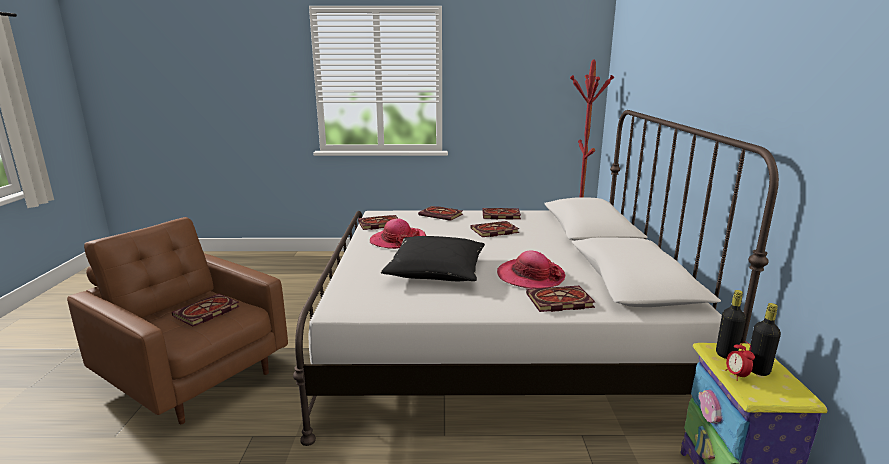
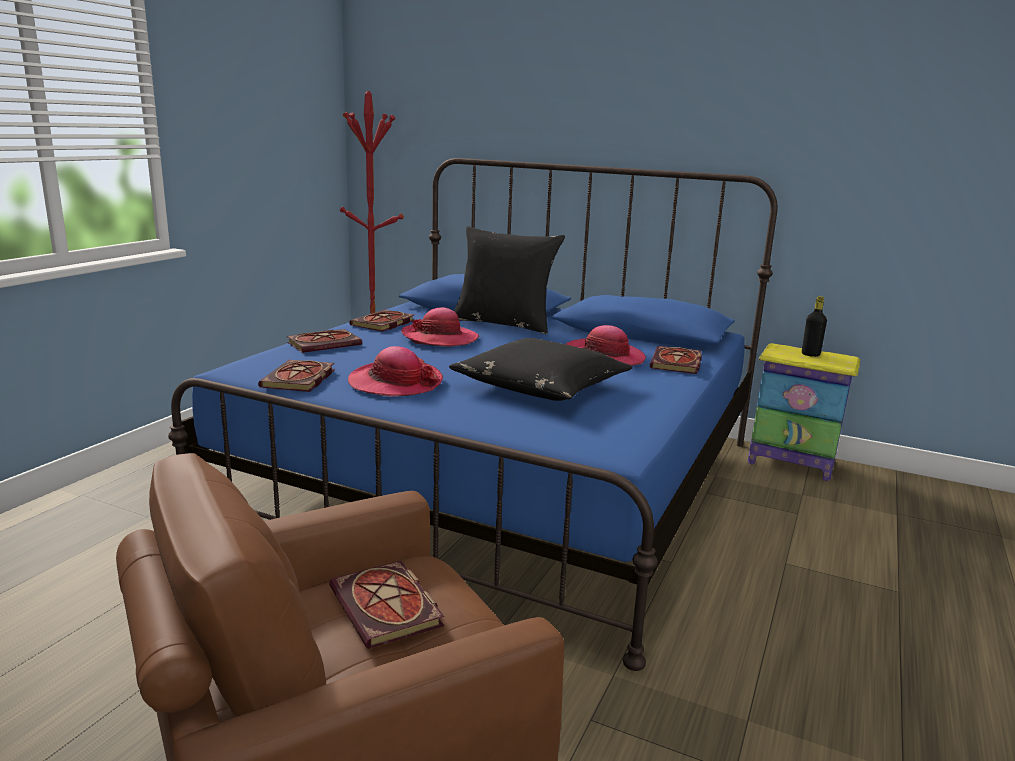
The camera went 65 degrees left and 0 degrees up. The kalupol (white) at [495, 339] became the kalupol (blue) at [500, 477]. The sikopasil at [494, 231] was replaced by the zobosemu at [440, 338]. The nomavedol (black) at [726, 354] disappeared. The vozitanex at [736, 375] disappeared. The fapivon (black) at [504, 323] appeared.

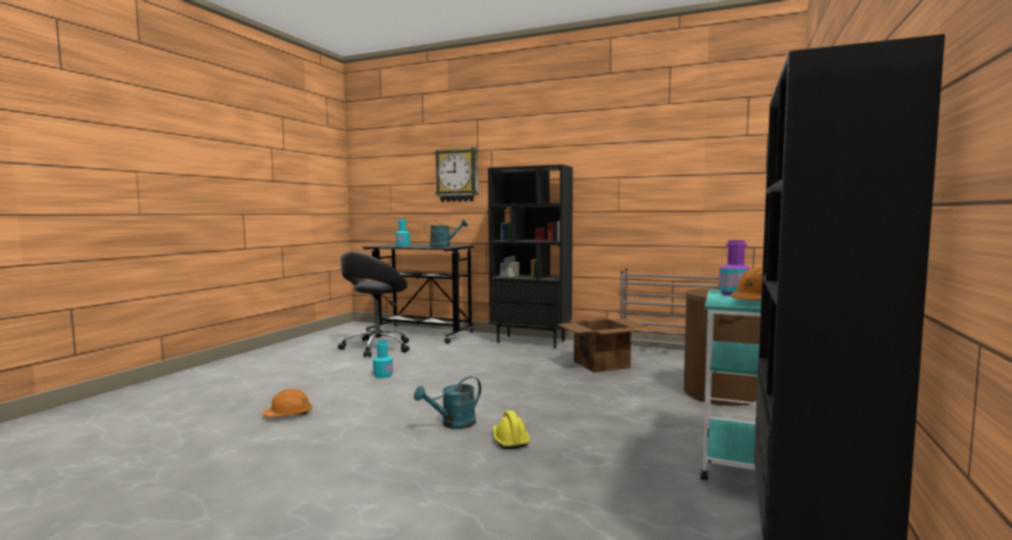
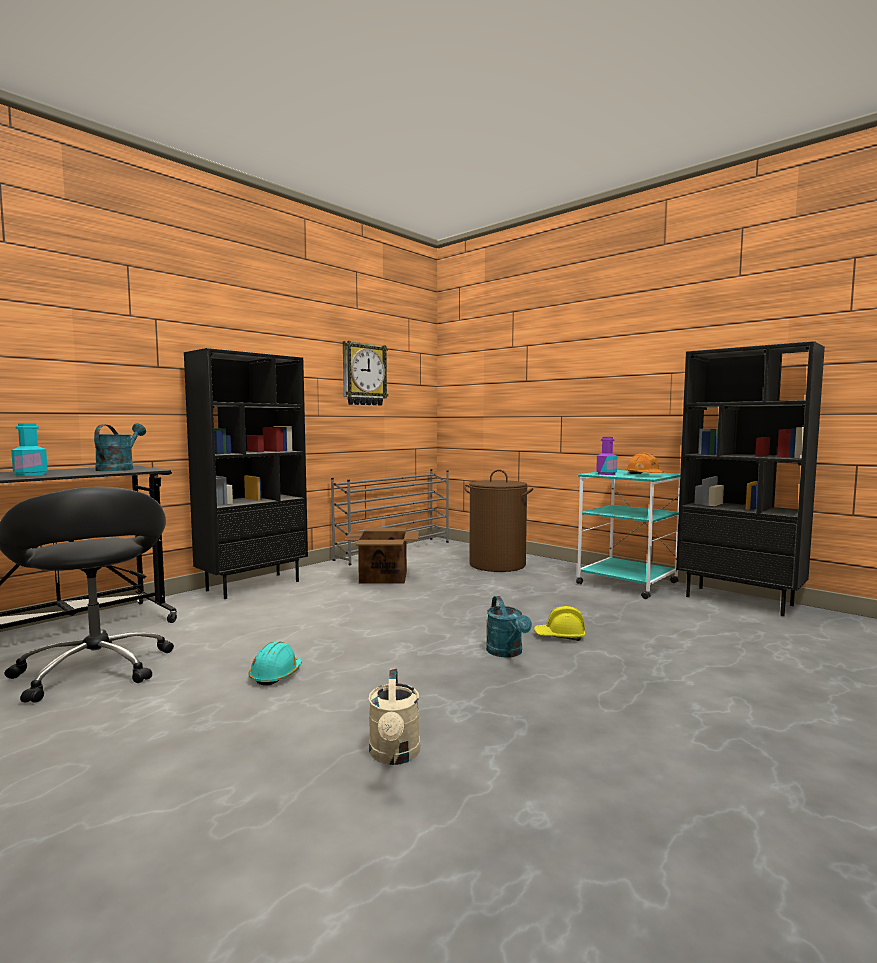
The camera went 70 degrees left and 0 degrees up. The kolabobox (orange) at [288, 414] was replaced by the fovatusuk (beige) at [395, 755]. The nomavedol (turquoise) at [383, 375] was replaced by the kolabobox (turquoise) at [276, 675]. The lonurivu moved from [457, 175] to [363, 374].

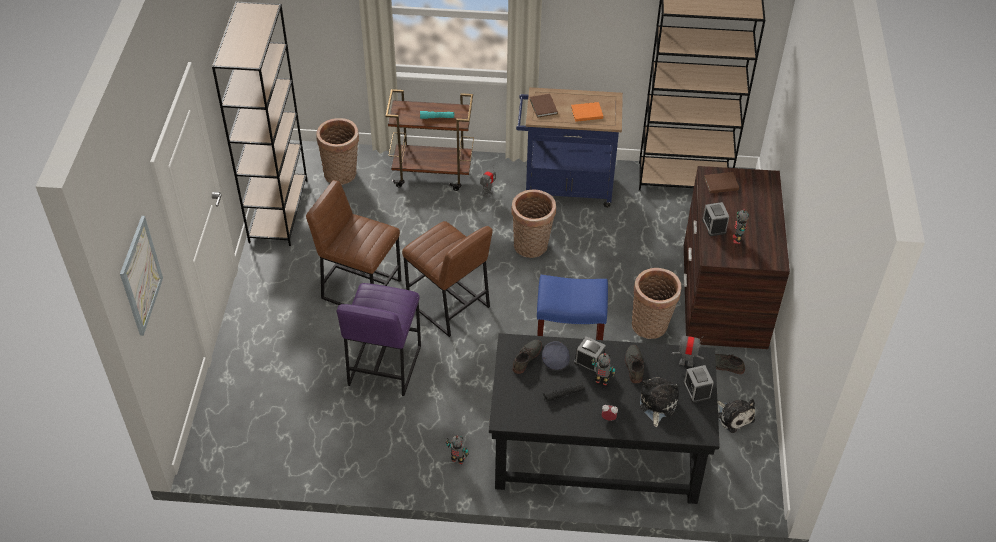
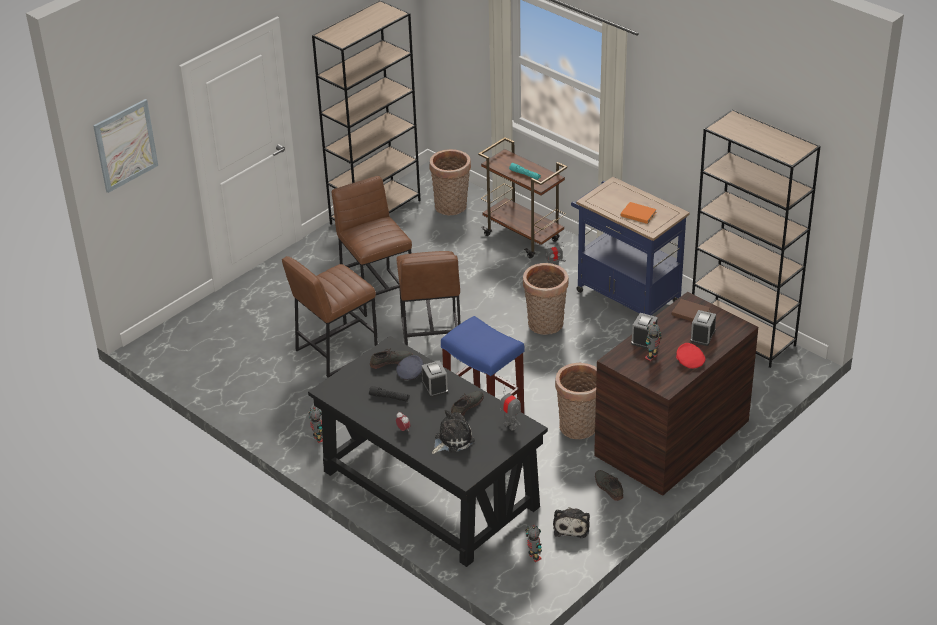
The camera went 40 degrees right and 10 degrees down. The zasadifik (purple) at [384, 366] became the zasadifik (brown) at [335, 351]. The sikopasil (brown) at [543, 107] disappeared. The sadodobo moved from [601, 382] to [534, 557]. The vozitanex moved from [696, 390] to [702, 336]. The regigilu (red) at [689, 361] appeared.

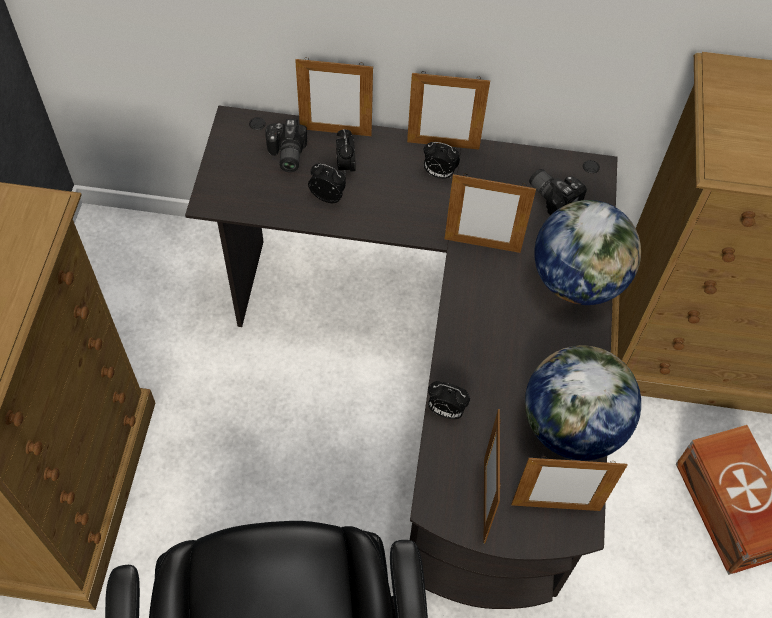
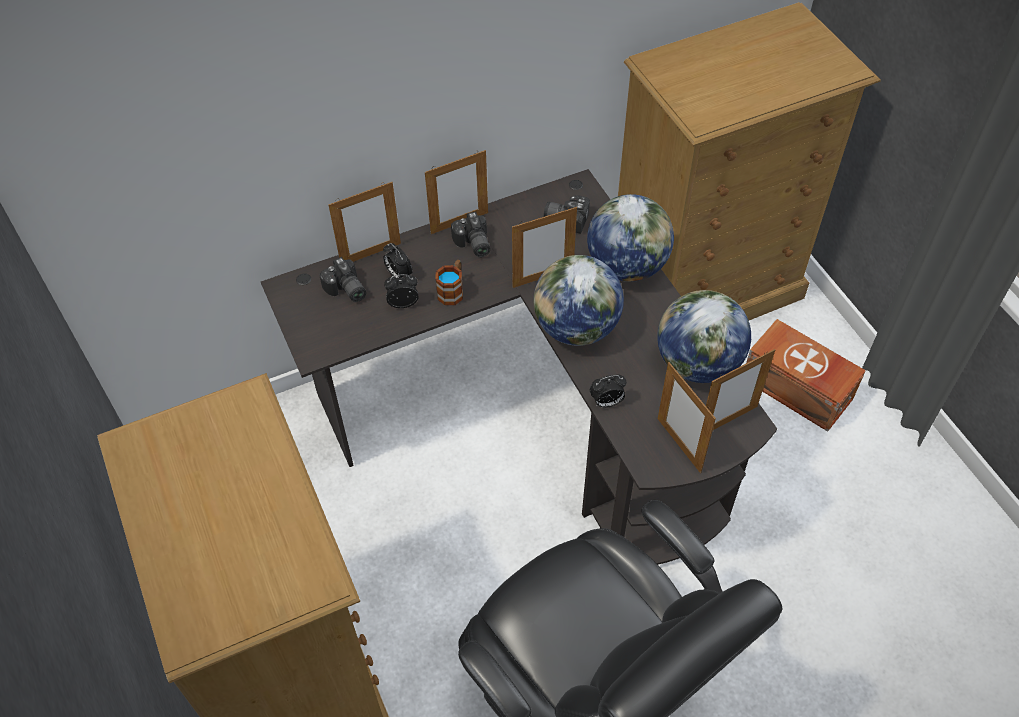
The camera went 30 degrees left and 5 degrees down. The vozitanex at [439, 174] was replaced by the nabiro at [472, 244]. The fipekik at [452, 290] appeared. The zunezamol at [576, 328] appeared.

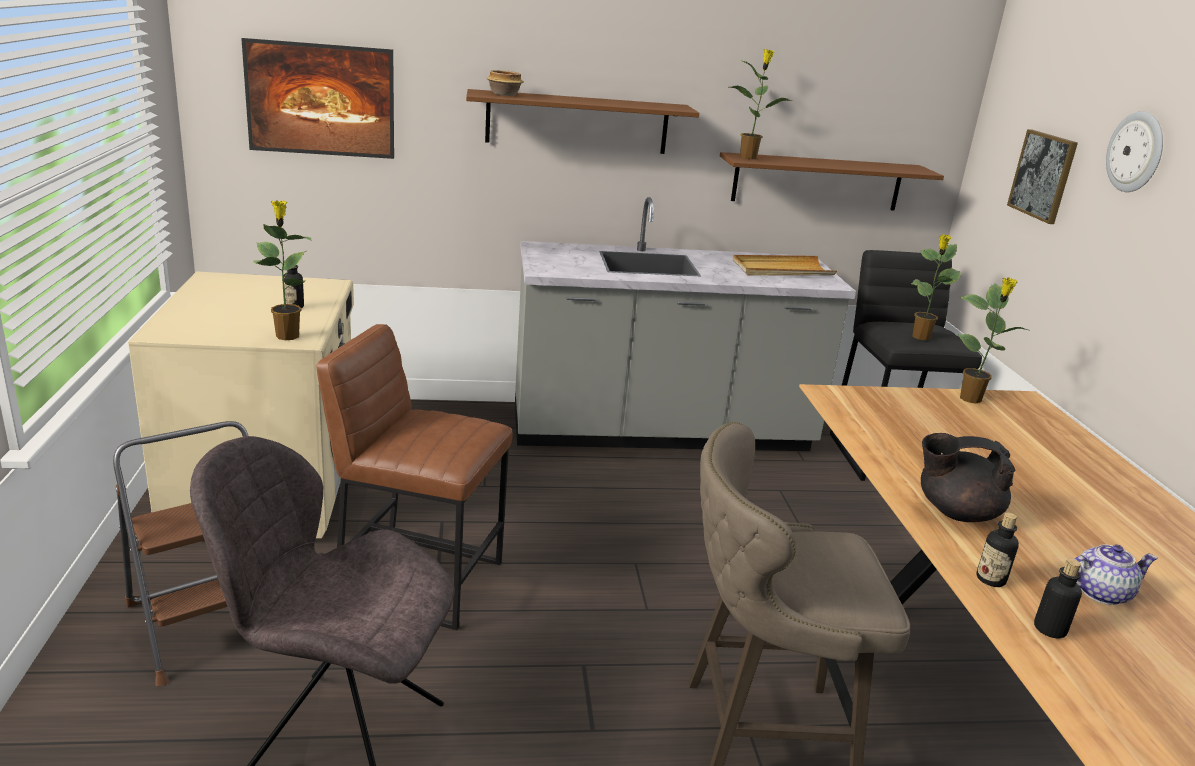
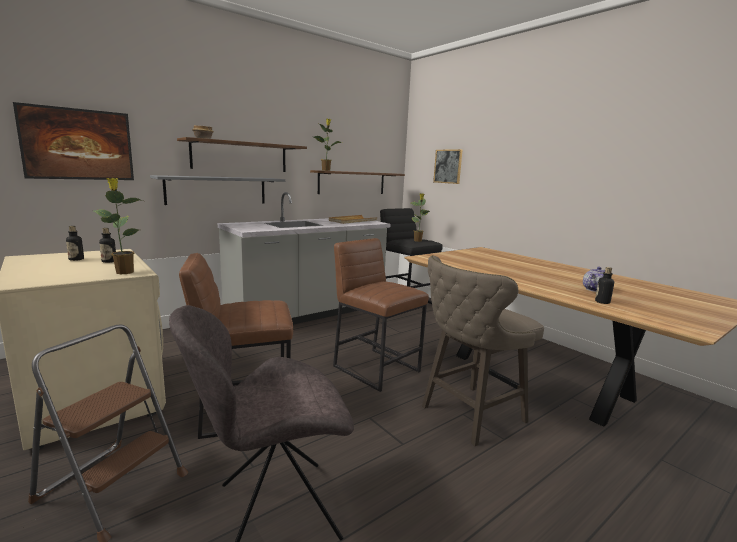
The camera went 30 degrees left and 10 degrees down. The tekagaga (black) at [955, 512] disappeared. The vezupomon at [971, 399] disappeared. The nomavedol moved from [990, 579] to [76, 259]. The lonurivu at [1136, 152] disappeared. The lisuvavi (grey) at [217, 190] appeared. The zasadifik (brown) at [375, 368] appeared.

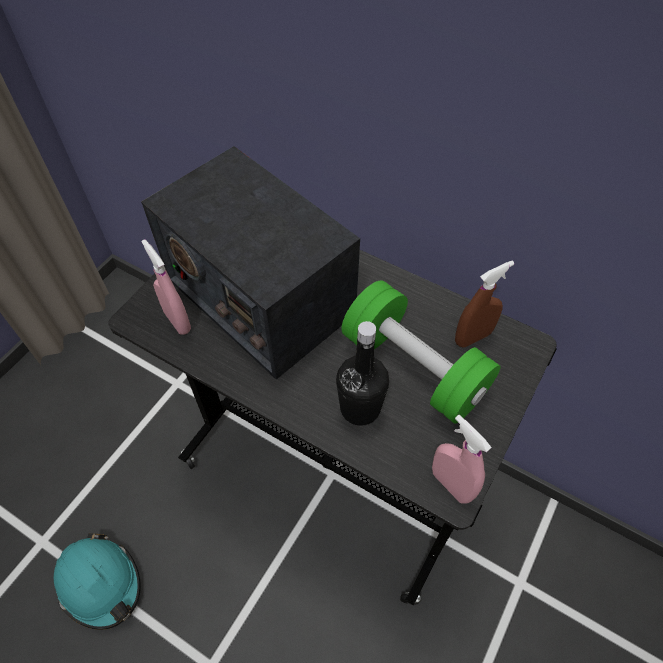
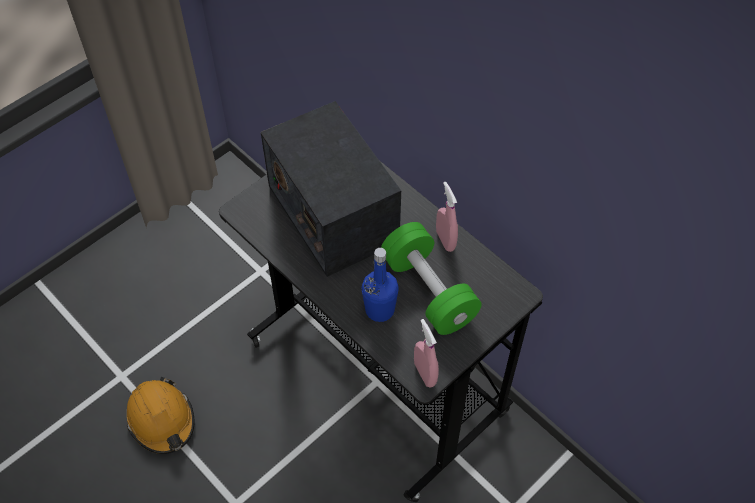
The camera went 15 degrees right and 0 degrees up. The kolabobox (turquoise) at [100, 583] became the kolabobox (orange) at [162, 420]. The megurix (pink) moved from [177, 321] to [445, 240]. The nomavedol (black) at [360, 408] became the nomavedol (blue) at [379, 310]. The megurix (brown) at [473, 337] disappeared.

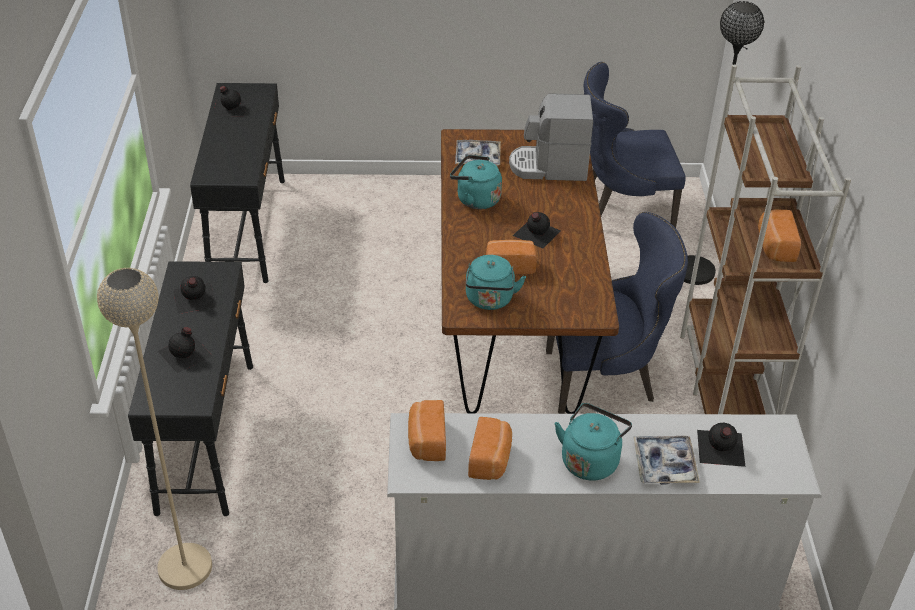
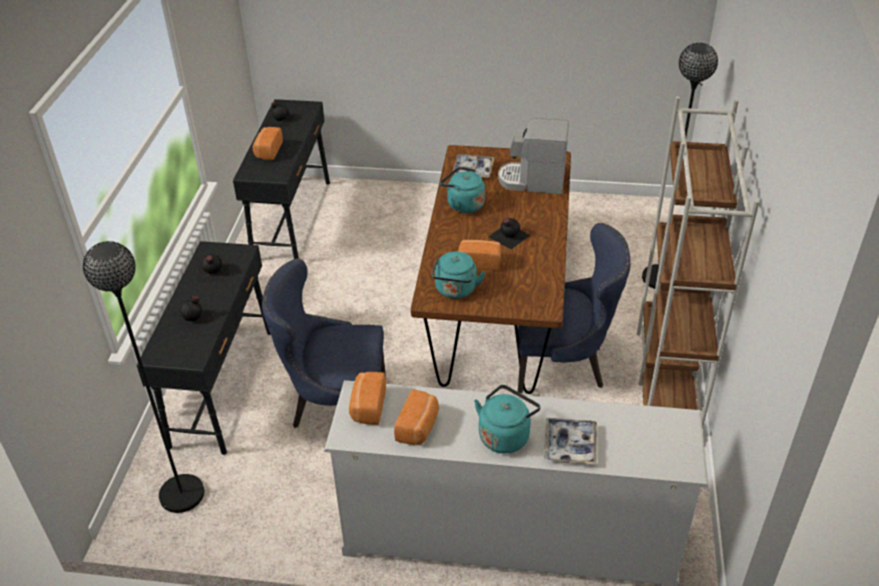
The camera went 10 degrees right and 0 degrees up. The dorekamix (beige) at [184, 568] became the dorekamix (black) at [181, 494]. The zasadifik (blue) moved from [621, 210] to [335, 405]. The nomavedol (black) at [720, 448] disappeared. The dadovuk moved from [774, 247] to [268, 151].

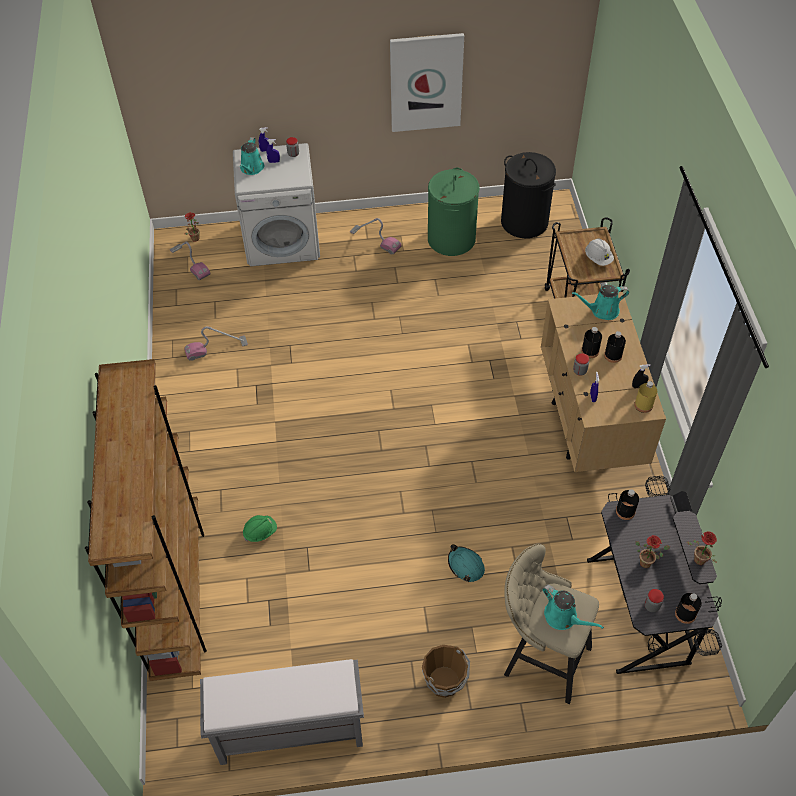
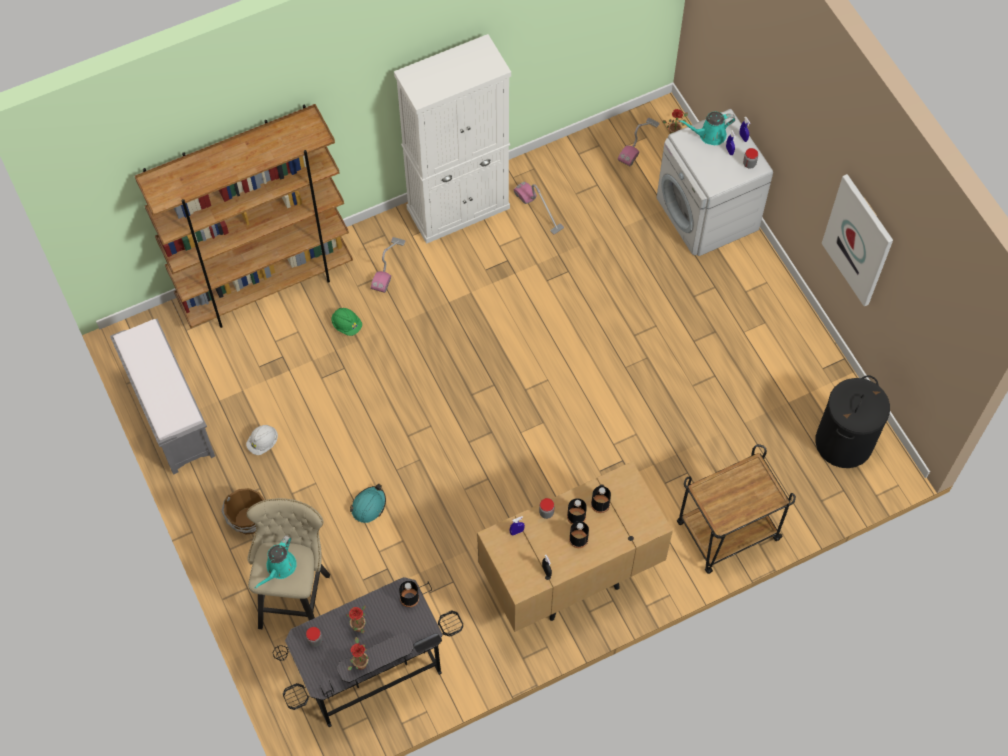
The camera went 70 degrees right and 10 degrees up. The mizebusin moved from [375, 240] to [388, 265]. The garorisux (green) at [451, 239] disappeared. The fovatusuk (turquoise) at [602, 310] disappeared. The kolabobox (white) moved from [598, 258] to [263, 443]. The nomavedol (yellow) at [643, 405] disappeared. The nomavedol (black) moved from [685, 614] to [600, 504]. The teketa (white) at [458, 208] appeared.

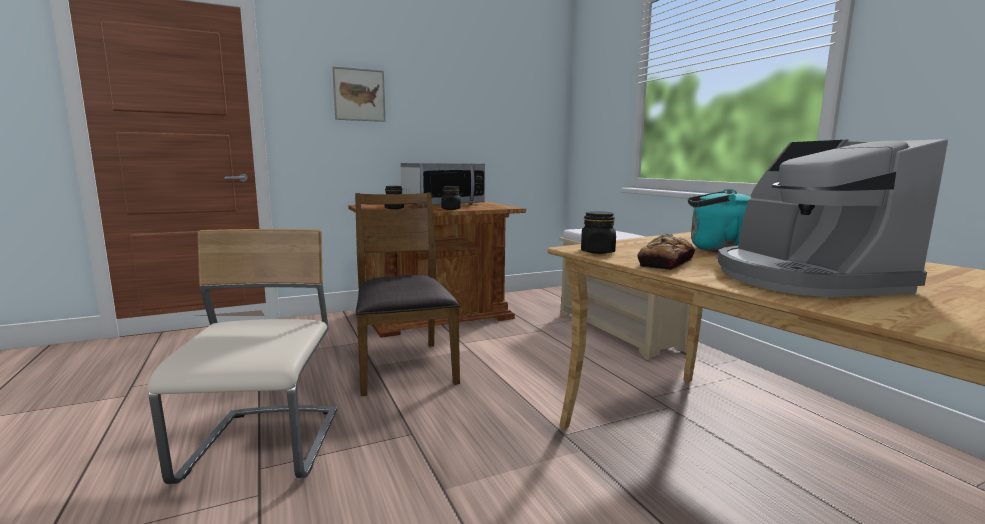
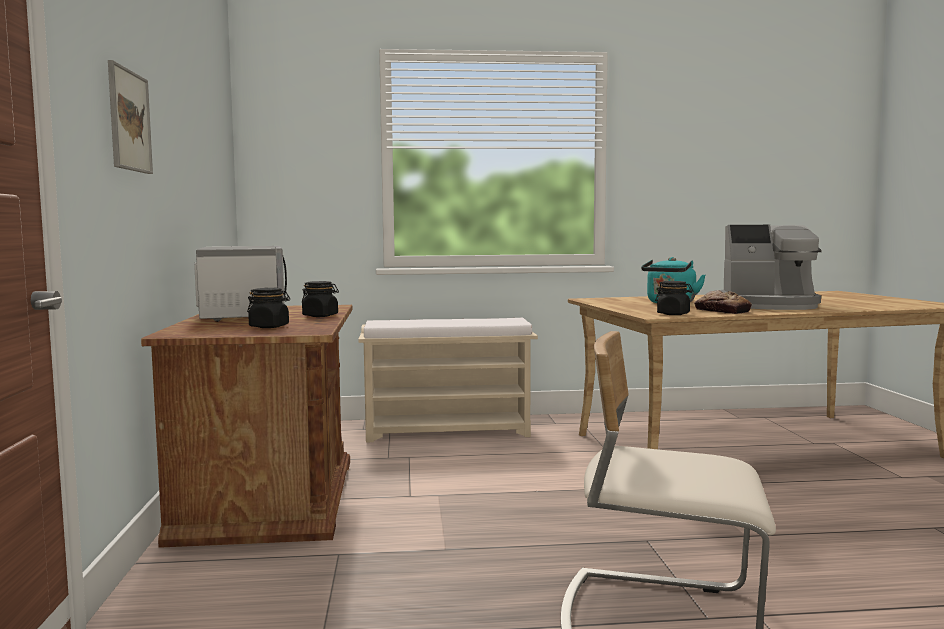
The camera went 70 degrees left and 5 degrees down. The zasadifik (brown) at [404, 366] disappeared.

